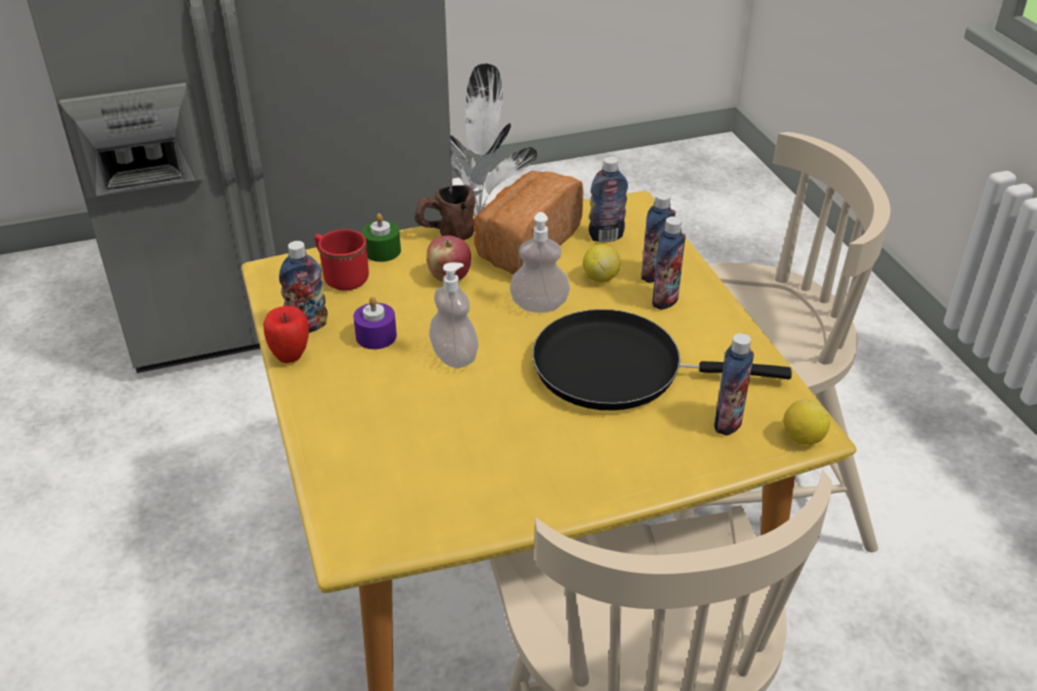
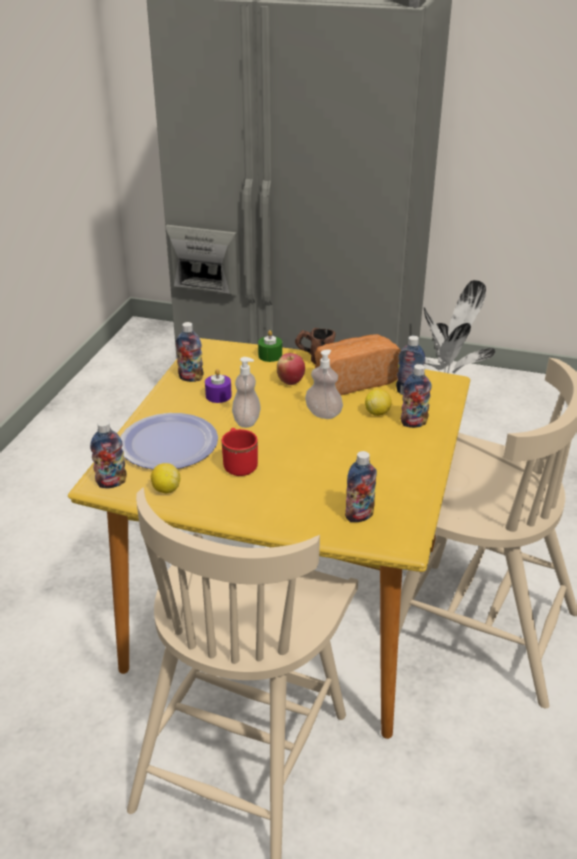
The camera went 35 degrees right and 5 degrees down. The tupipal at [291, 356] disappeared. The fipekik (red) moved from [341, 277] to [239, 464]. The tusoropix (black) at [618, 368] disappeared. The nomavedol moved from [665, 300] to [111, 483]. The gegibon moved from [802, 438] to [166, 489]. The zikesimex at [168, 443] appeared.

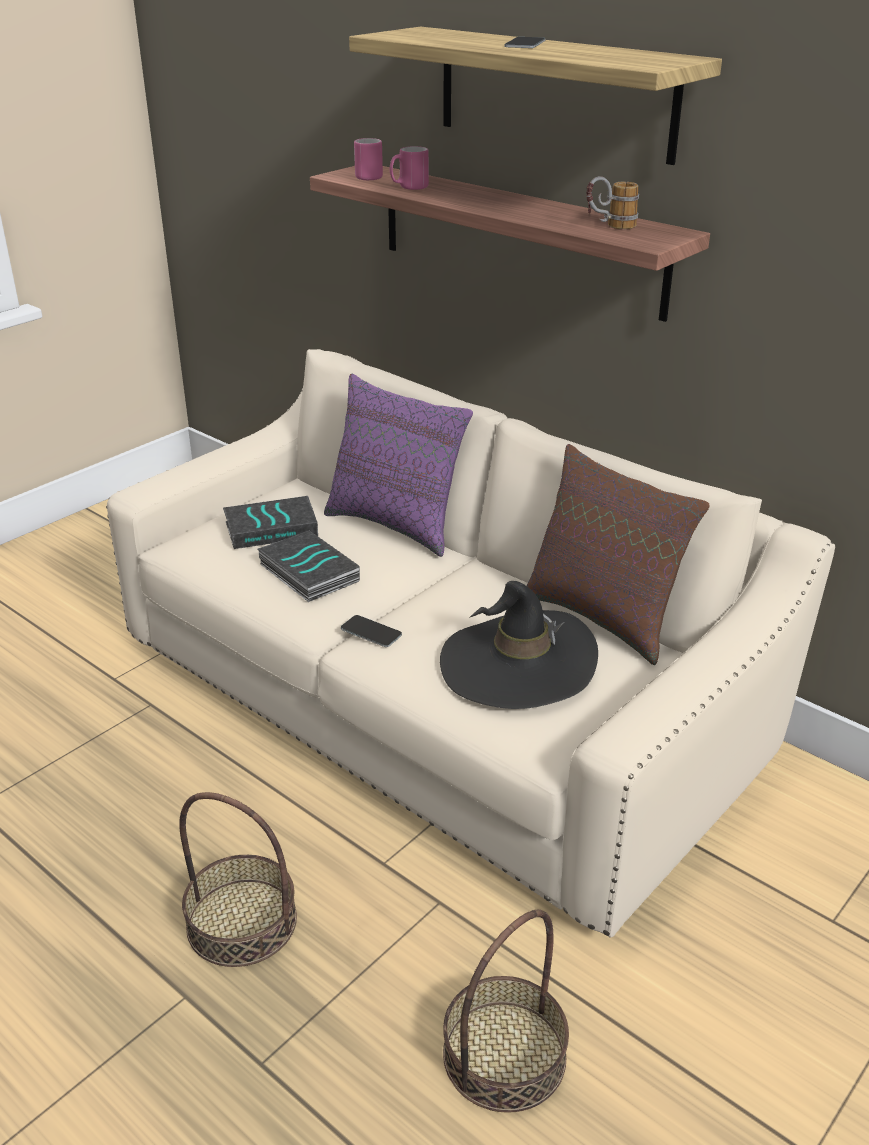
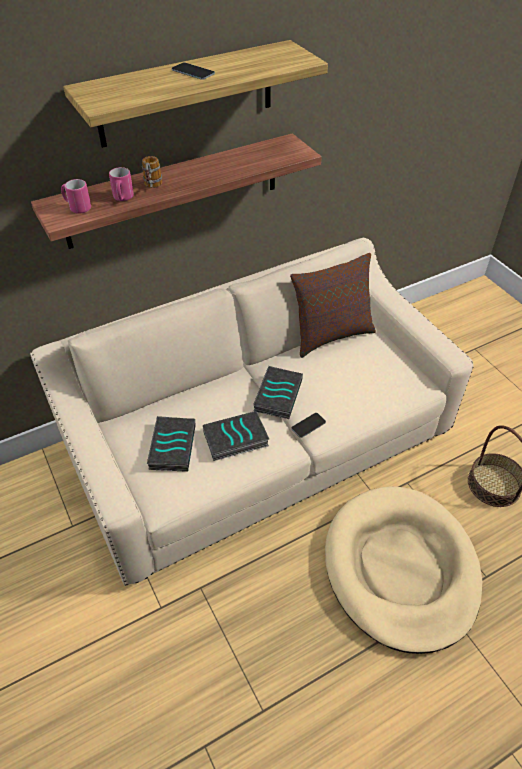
The camera went 70 degrees left and 15 degrees up. The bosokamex at [241, 922] was replaced by the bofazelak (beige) at [400, 569]. The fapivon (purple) at [395, 526] disappeared. The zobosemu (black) at [517, 665] disappeared. The fipekik moved from [609, 226] to [152, 187]. The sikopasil at [277, 395] appeared.

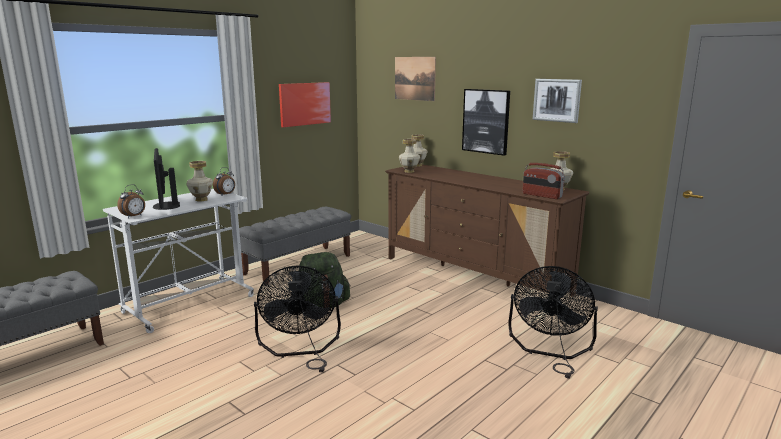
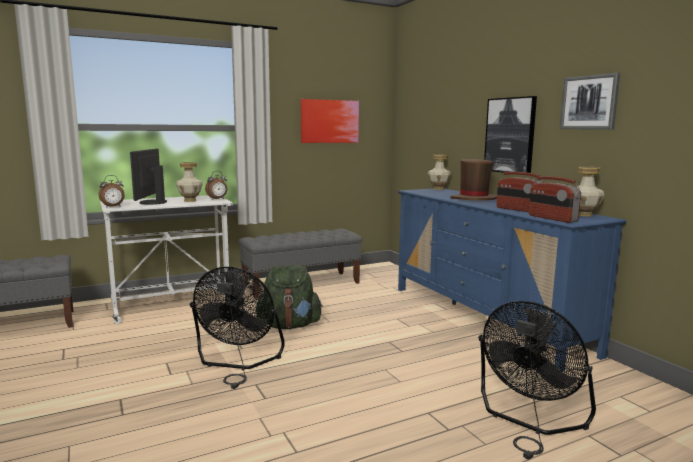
The camera went 20 degrees right and 5 degrees down. The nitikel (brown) at [473, 275] became the nitikel (blue) at [484, 318]. The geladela at [414, 78] disappeared. The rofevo at [409, 171] disappeared. The zobosemu (brown) at [473, 199] appeared. The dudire at [518, 210] appeared.

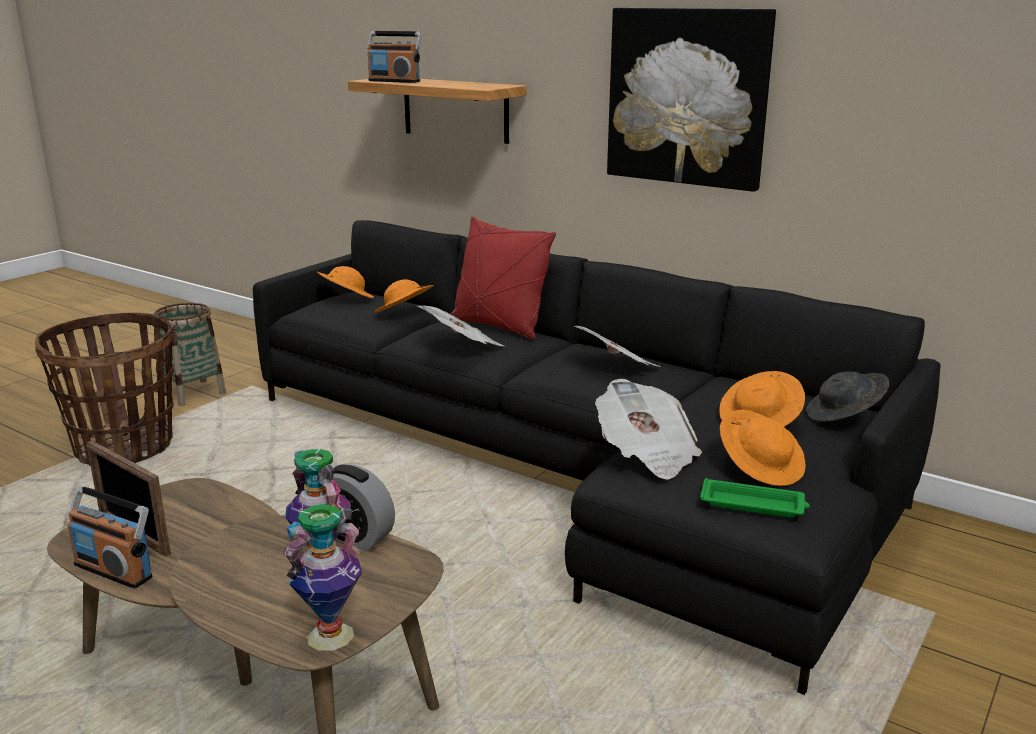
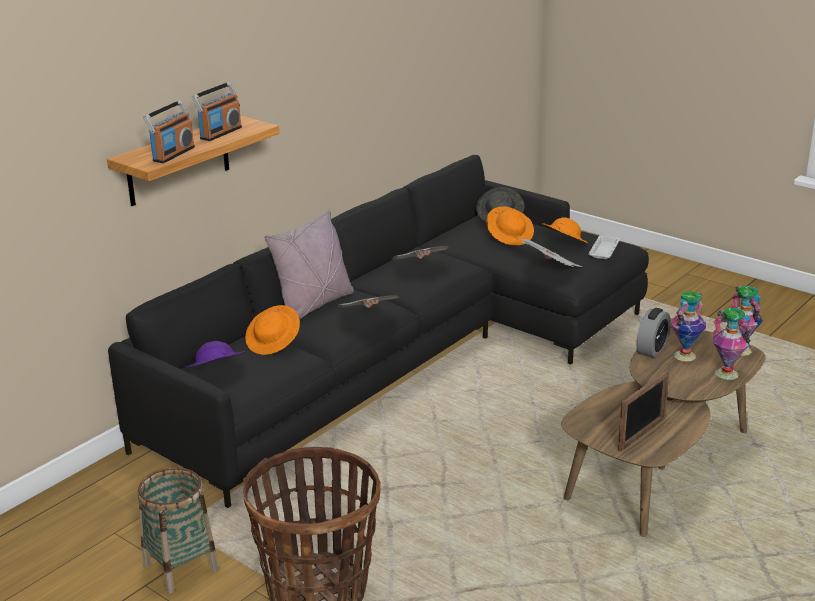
The camera went 85 degrees left and 5 degrees up. The dudire moved from [114, 570] to [220, 133]. The zobosemu (orange) at [346, 299] became the zobosemu (purple) at [216, 373]. The fapivon (red) at [499, 326] became the fapivon (purple) at [314, 305]. The geladela at [687, 97] disappeared. The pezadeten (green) at [754, 504] became the pezadeten (white) at [604, 250]. The rofevo at [727, 373] appeared.

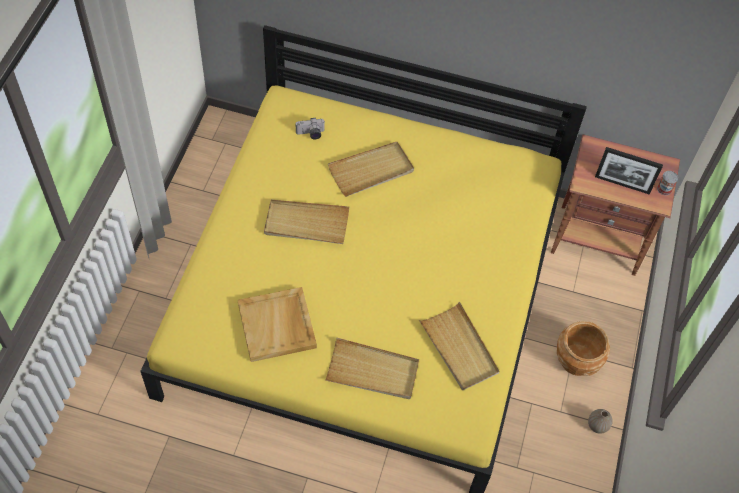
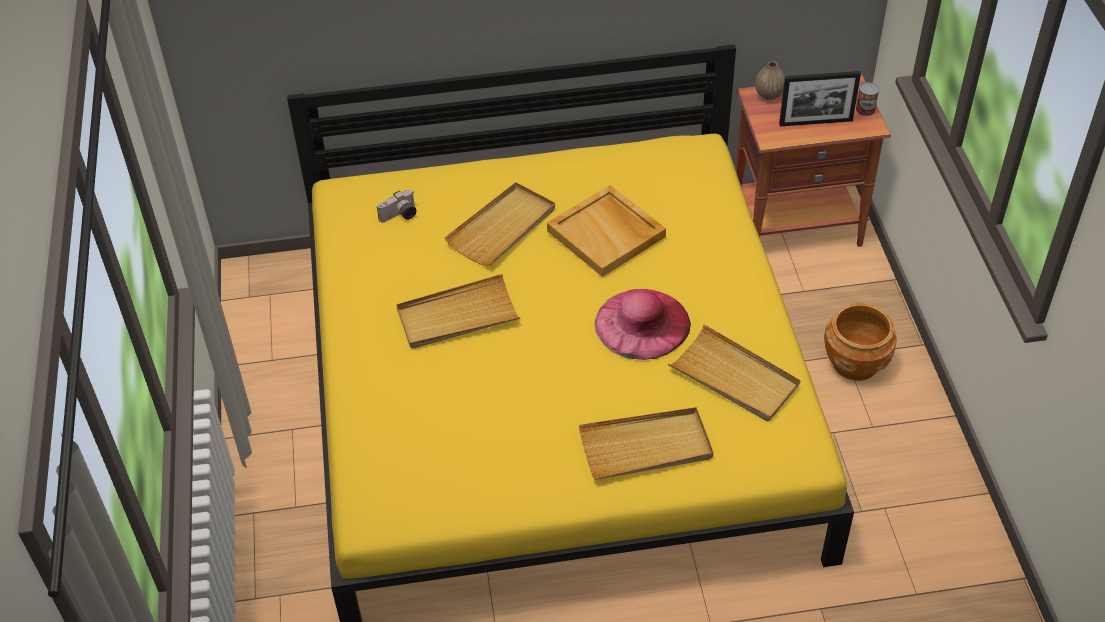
The camera went 20 degrees left and 10 degrees down. The pezadeten (beige) moved from [277, 326] to [607, 234]. The rofevo moved from [597, 426] to [768, 95]. The zobosemu (pink) at [642, 323] appeared.

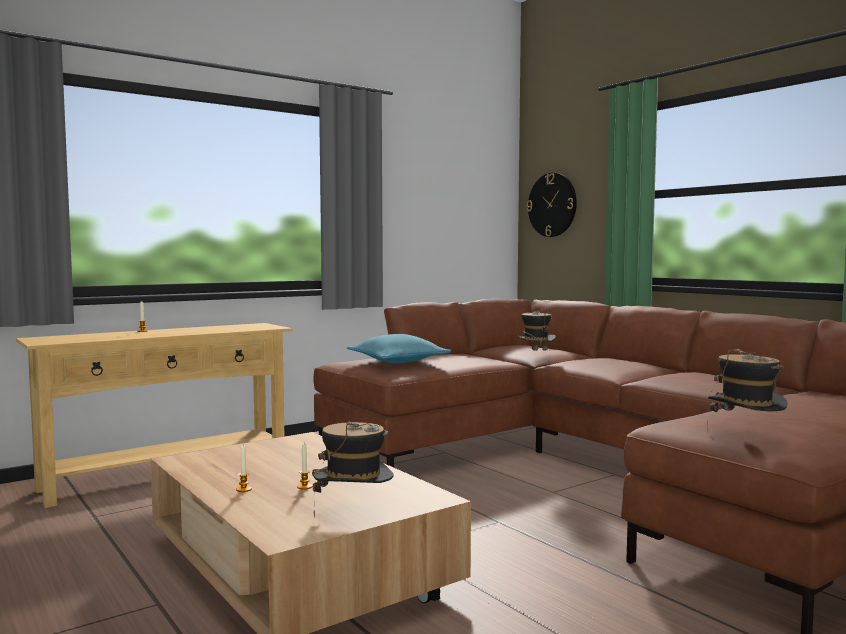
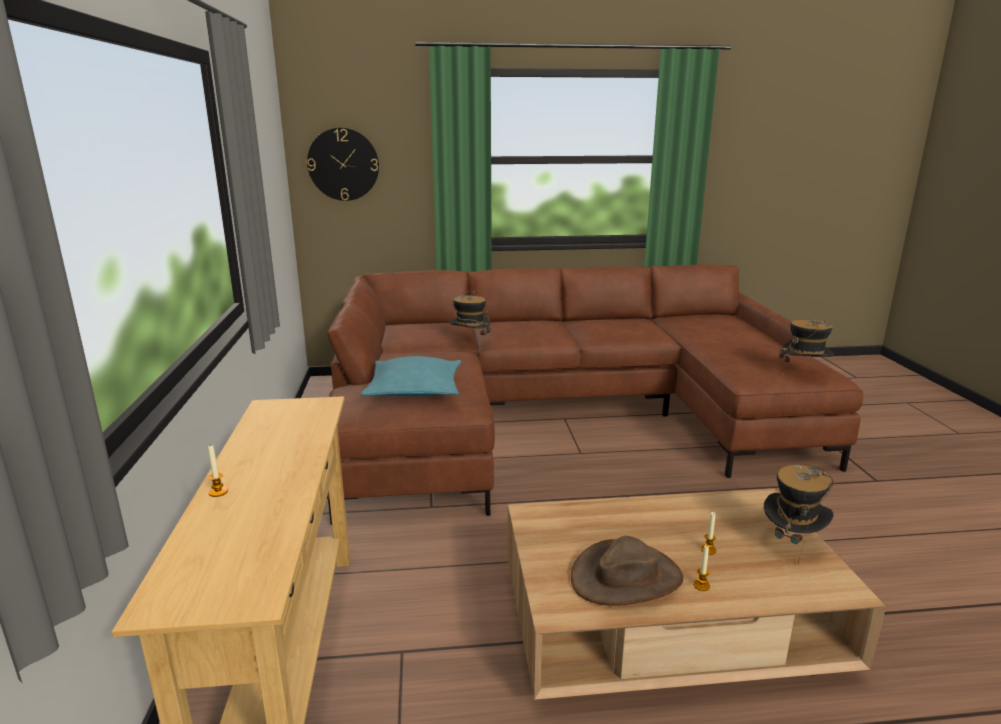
The camera went 60 degrees left and 15 degrees up. The zobosemu (brown) at [626, 577] appeared.

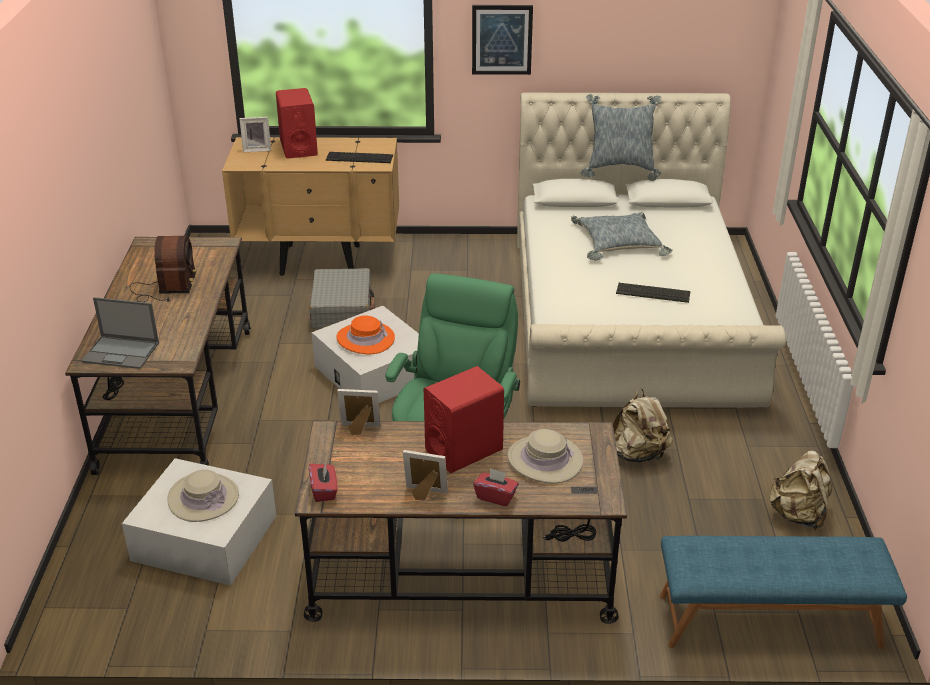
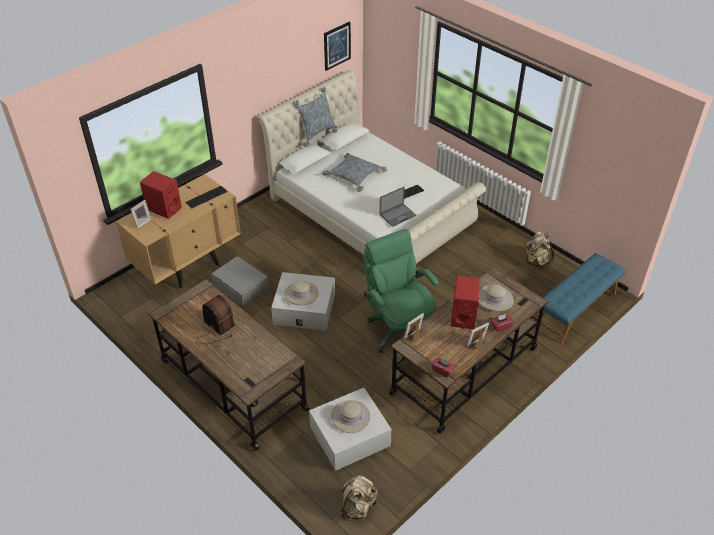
The camera went 45 degrees left and 10 degrees up. The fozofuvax moved from [122, 352] to [398, 215]. The zobosemu (orange) at [365, 339] became the zobosemu (beige) at [301, 294]. The geladela moved from [502, 39] to [337, 46]. The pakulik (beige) moved from [637, 454] to [358, 507].

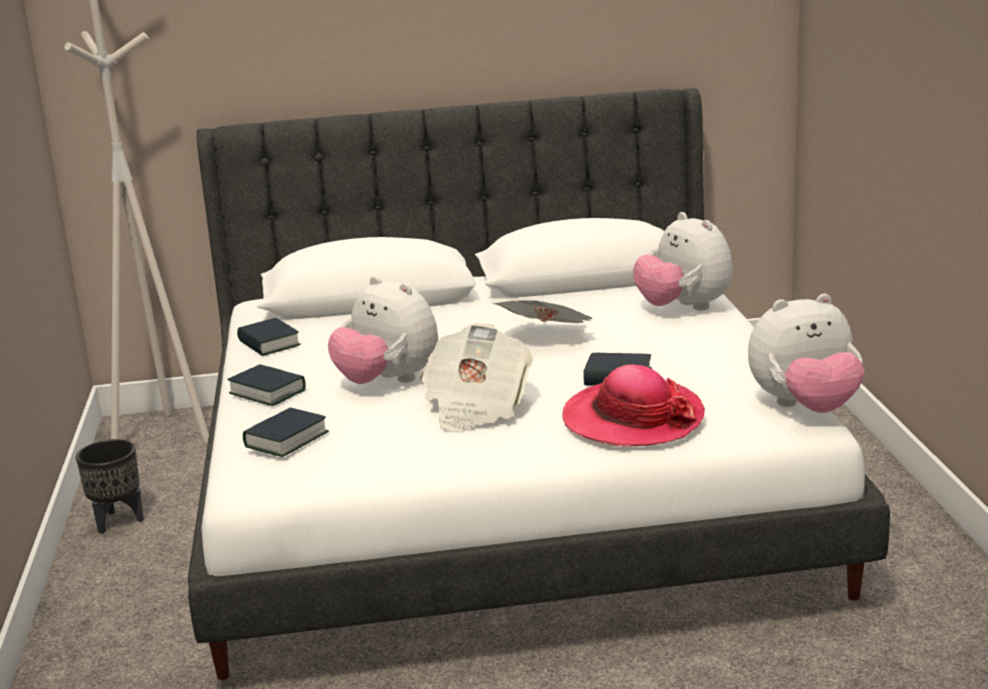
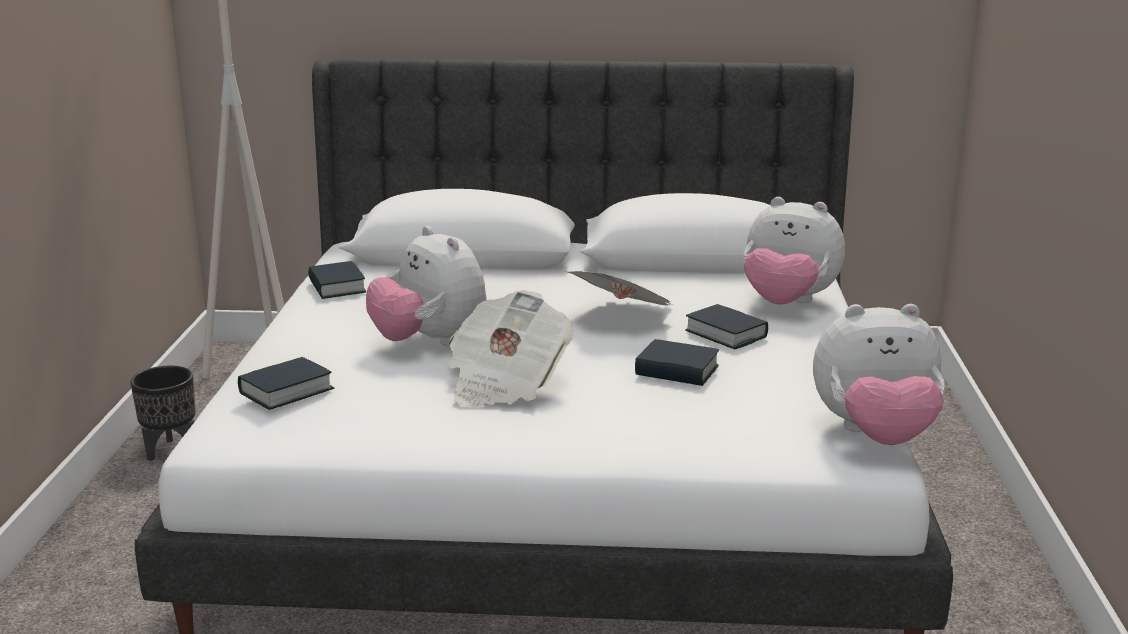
The camera went 10 degrees right and 0 degrees up. The sikopasil moved from [267, 392] to [726, 334]. The zobosemu at [632, 419] disappeared. The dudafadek at [683, 308] turned 45 degrees counterclockwise.

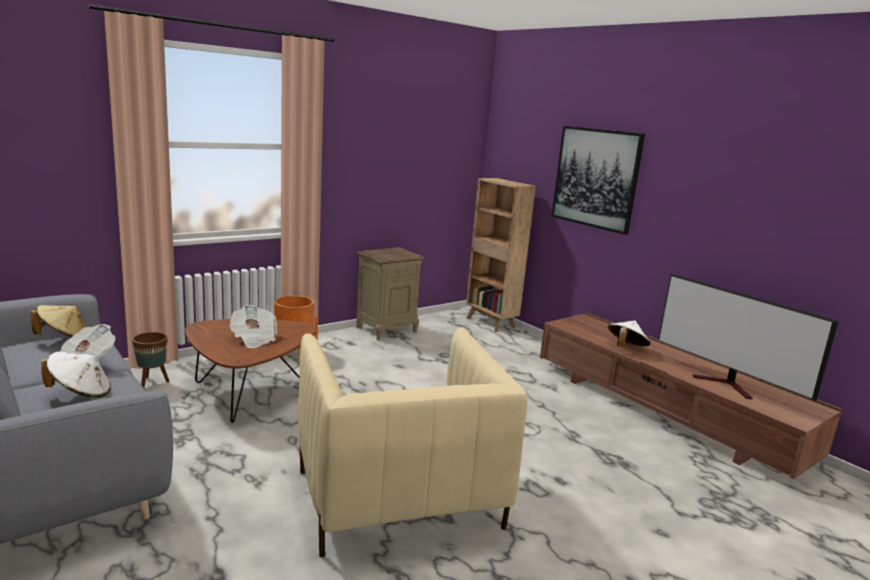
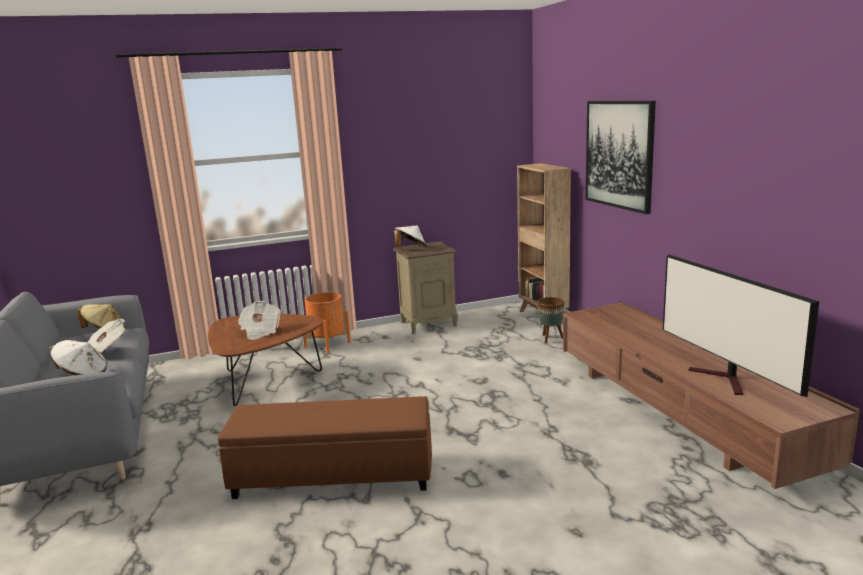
The camera went 20 degrees right and 0 degrees up. The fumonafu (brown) moved from [152, 382] to [550, 339]. The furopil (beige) at [398, 496] was replaced by the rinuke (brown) at [333, 476]. The zobosemu (white) moved from [625, 348] to [411, 248].

